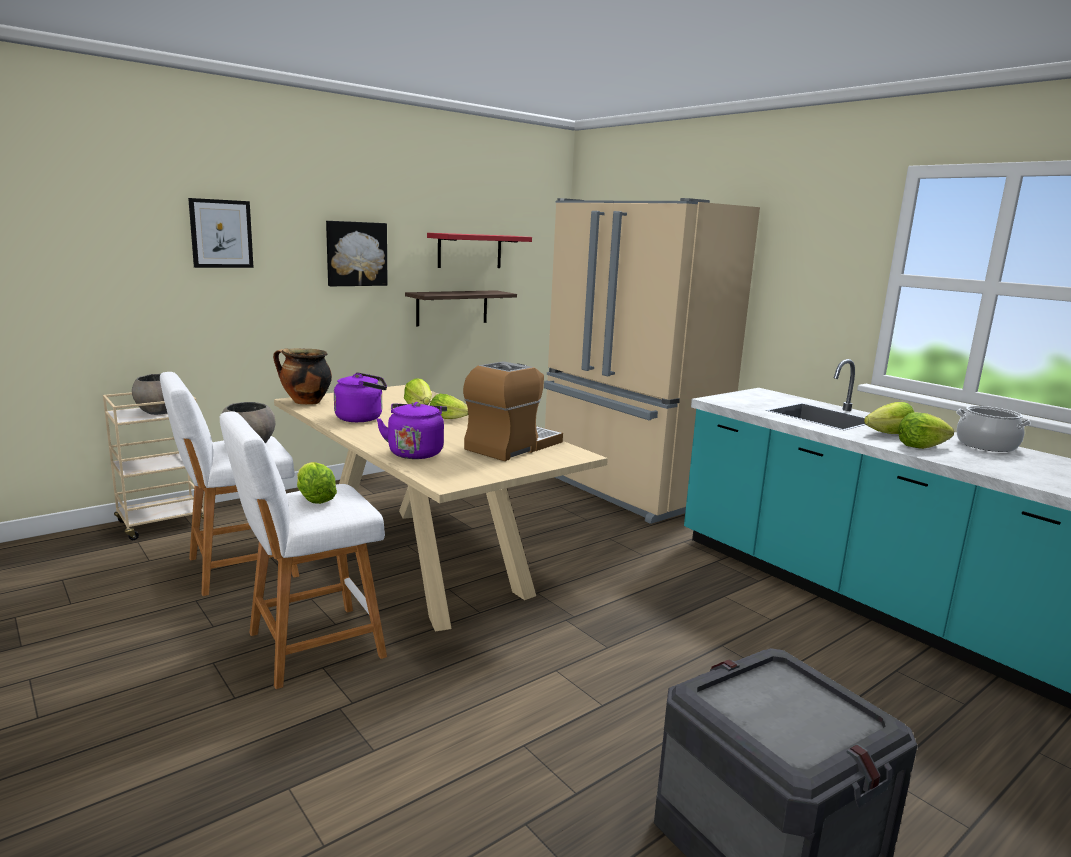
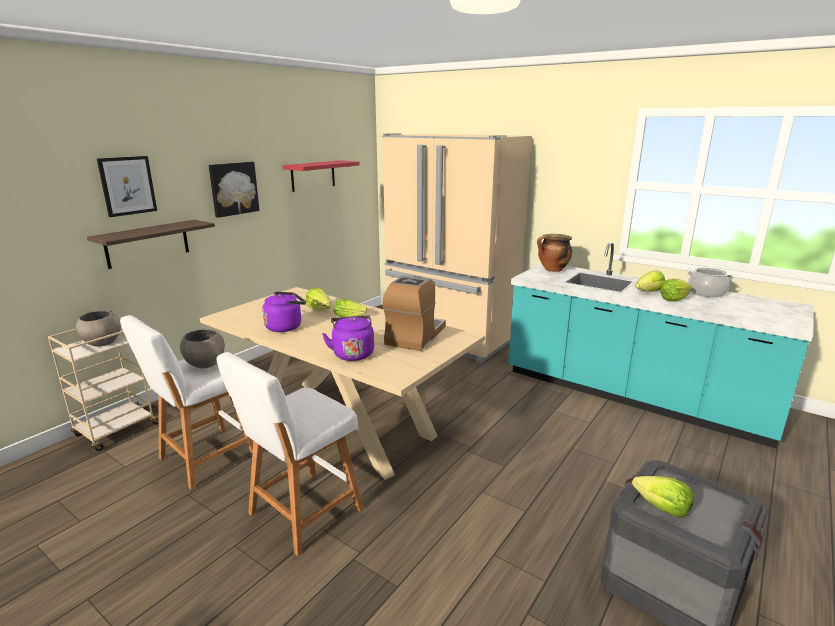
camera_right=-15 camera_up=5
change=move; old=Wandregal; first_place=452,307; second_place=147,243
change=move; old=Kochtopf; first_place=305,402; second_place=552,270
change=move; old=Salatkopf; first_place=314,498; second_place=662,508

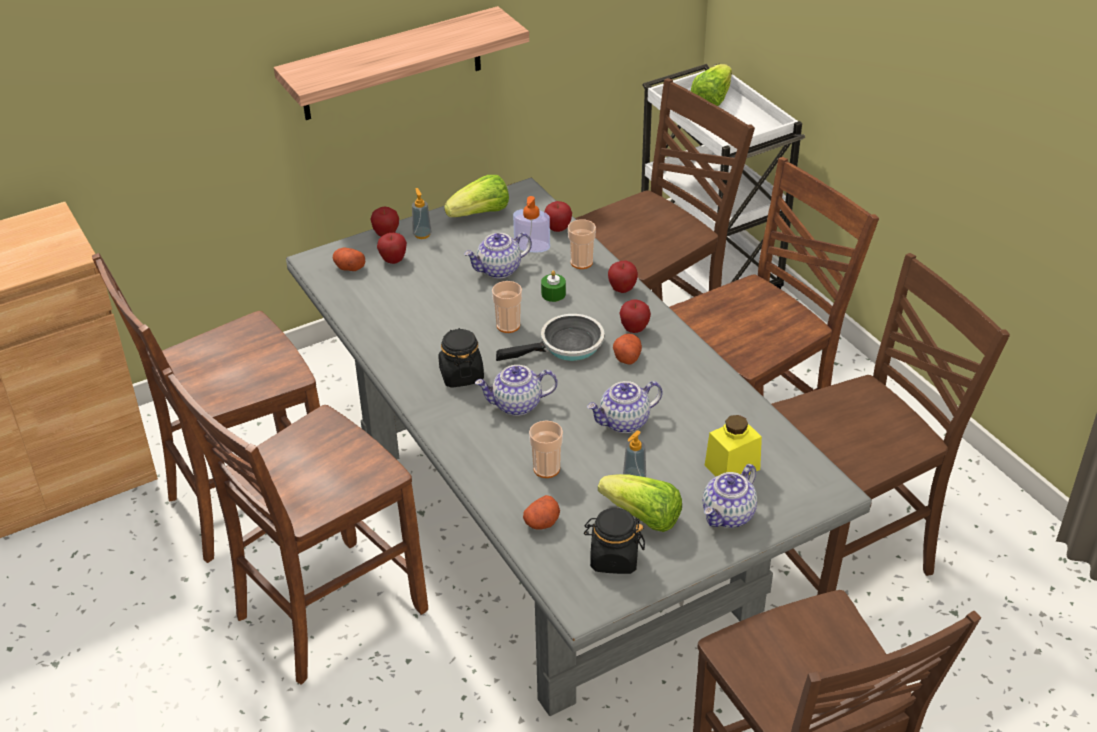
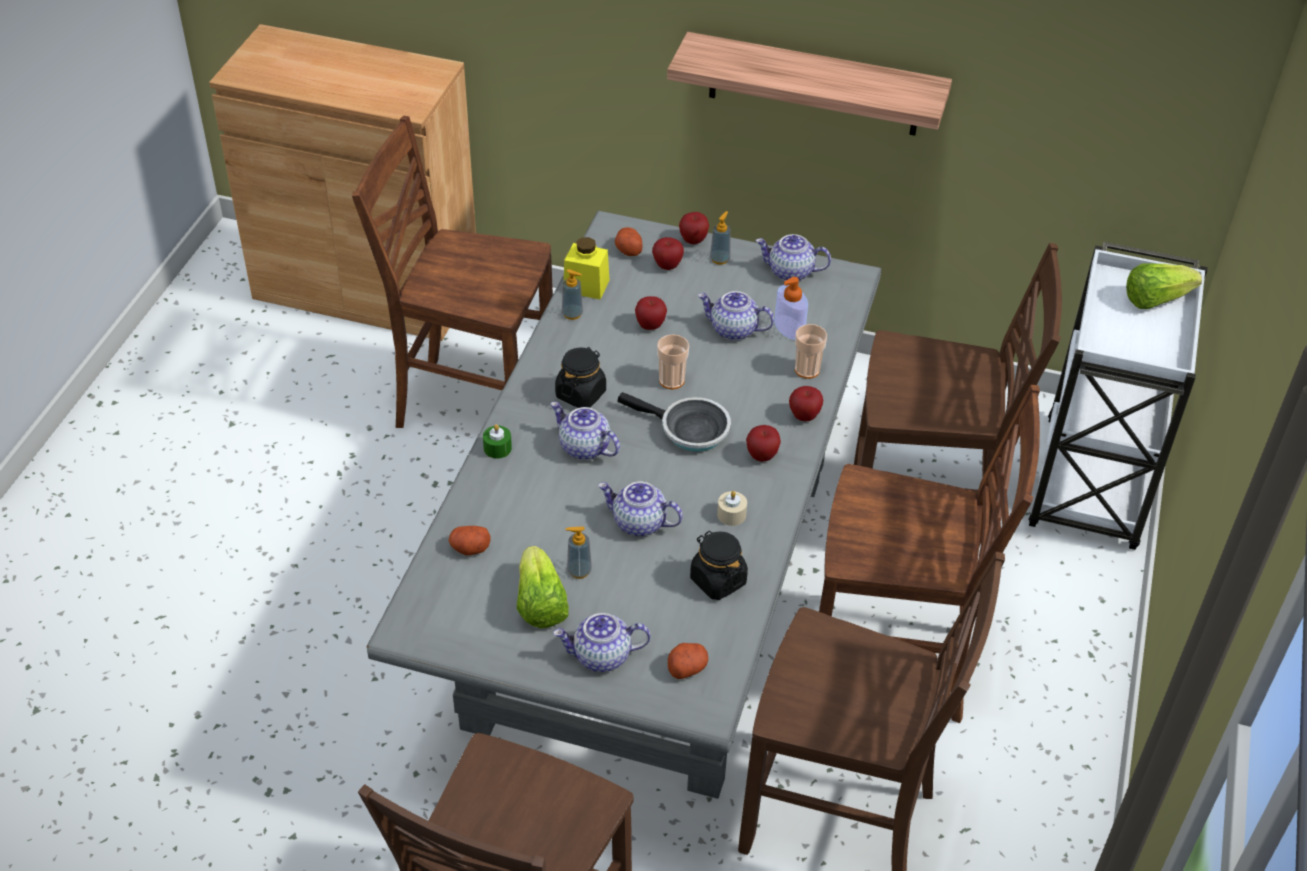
camera_right=45 camera_up=5
change=move; old=Kerze (grün); first_place=553,294; second_place=497,448
change=insert; new=Seifenspender; second_place=572,314
change=move; old=Vorratsglas (gelb); first_place=732,467; second_place=586,286
change=move; old=Apfel; first_place=558,229; second_place=650,326
change=move; old=Kartoffel; first_place=627,356; second_place=687,667
change=move; old=Vorratsglas (schwarz); first_place=613,558; second_place=717,580
change=insert; new=Kerze (beige); second_place=731,514
change=replace; old=Salatkopf; new=Teekanne; first_place=480,214; second_place=790,272
change=delete; old=Stuhl (braun); first_place=325,613
change=delete; old=Tasse; first_place=546,469

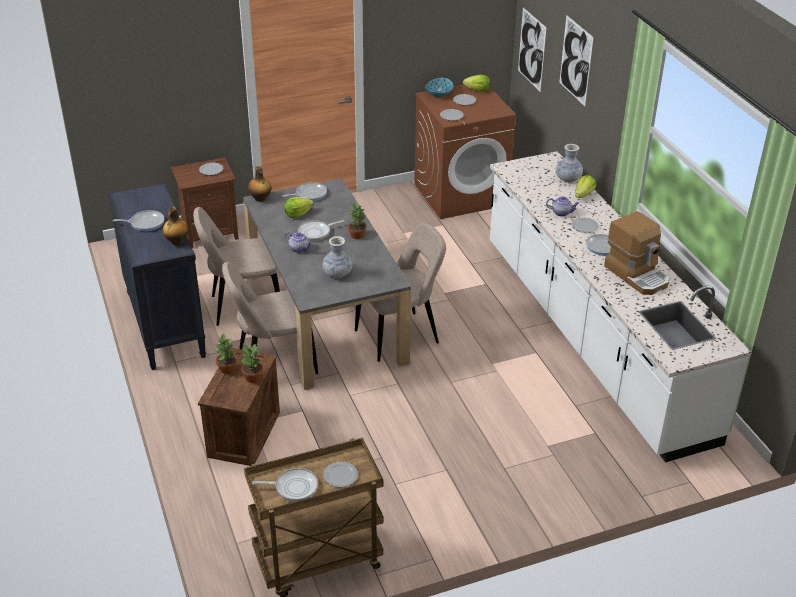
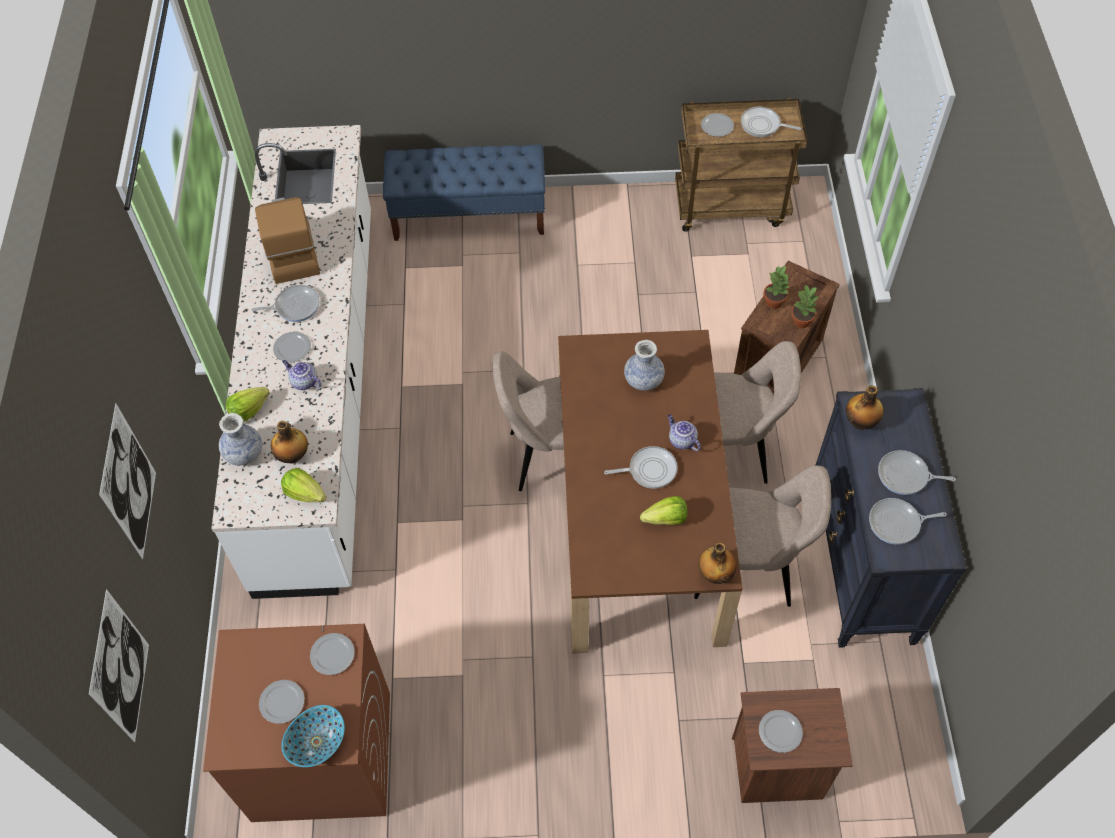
camera_right=-160 camera_up=20
change=insert; new=Flasche; second_place=293,456
change=move; old=Salatkopf; first_place=477,90; second_place=305,493
change=insert; new=Bank (blau); second_place=469,216
change=recolor; old=Esstisch (grau); new=Esstisch (braun); first_place=326,315; second_place=637,520
change=move; old=Pfanne; first_place=309,194; second_place=897,523
change=delete; old=Topfpflanze; first_place=356,235

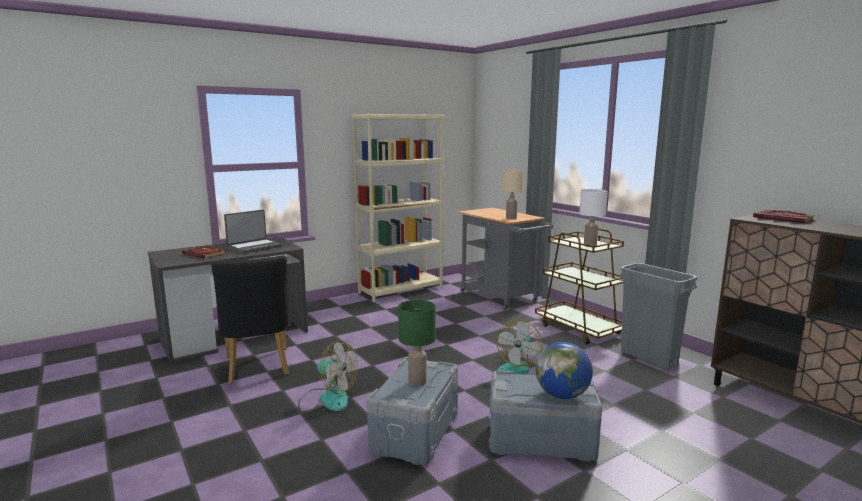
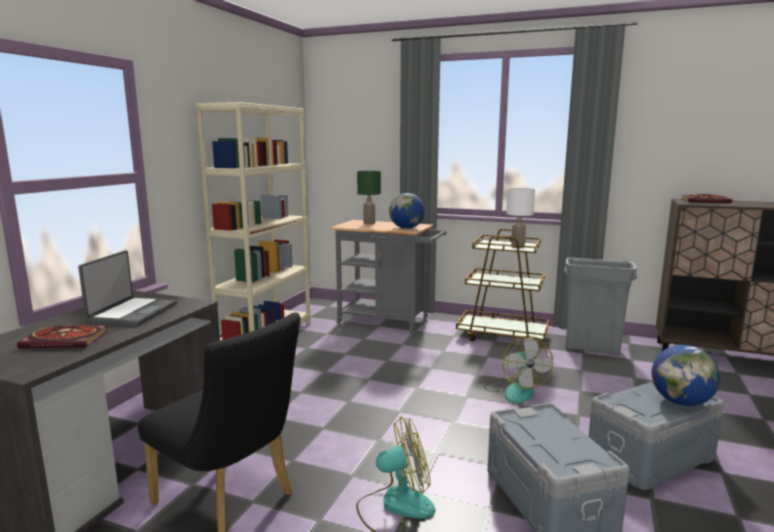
camera_right=-35 camera_up=0
change=move; old=Tischlampe (grün); first_place=416,381; second_place=369,223
change=replace; old=Tischlampe (beige); new=Globus; first_place=511,218; second_place=406,228

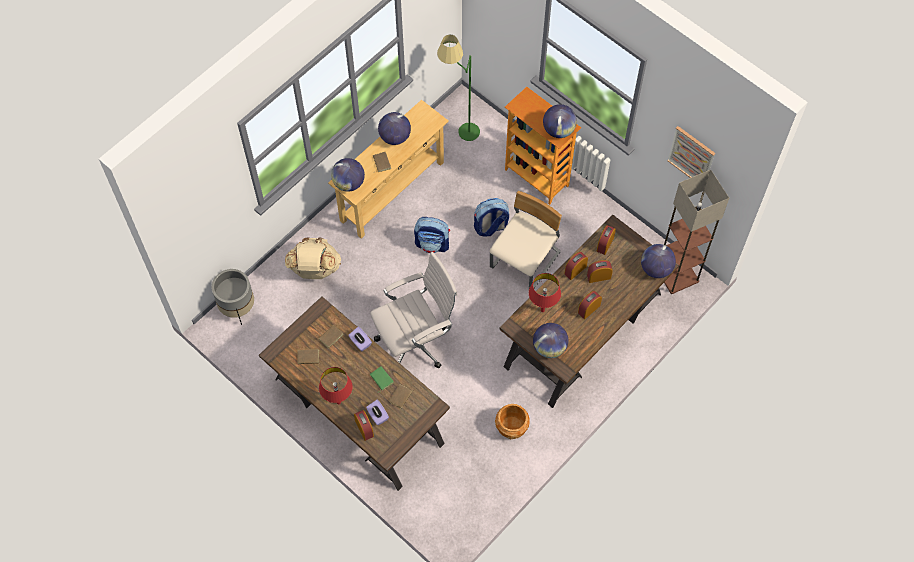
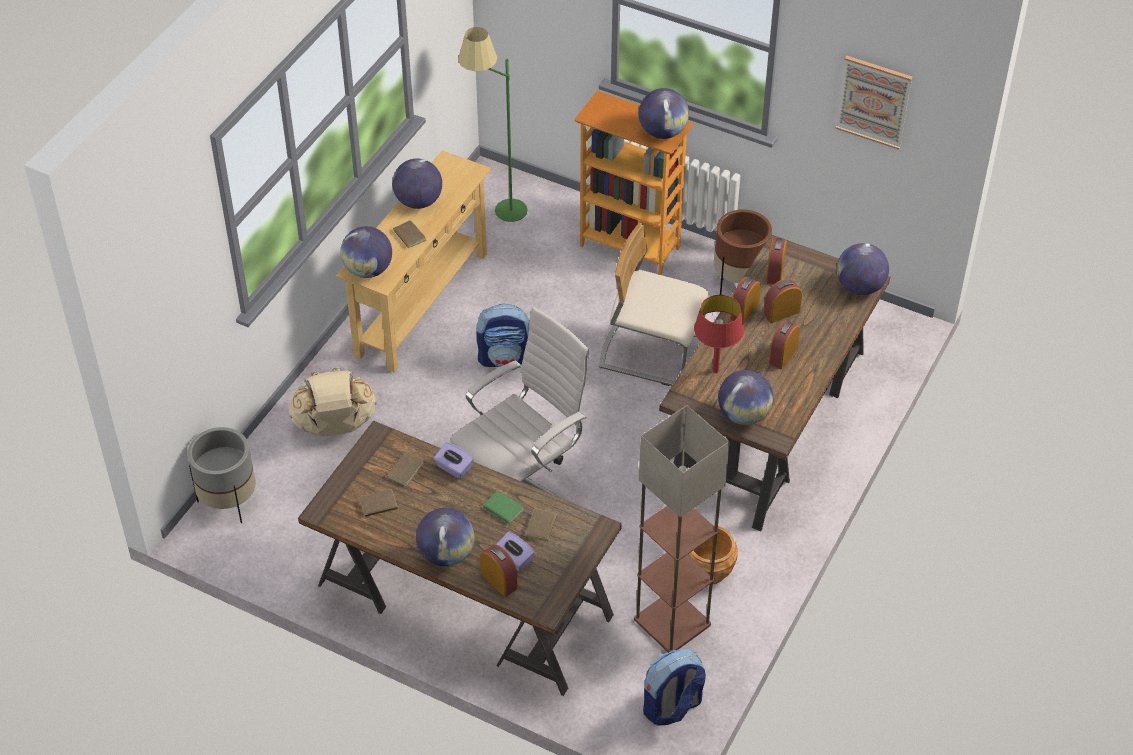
camera_right=-15 camera_up=-15
change=replace; old=Tischlampe (rot); new=Globus; first_place=338,402; second_place=446,554
change=rotate; old=Stuhl (beige); first_place=525,261; second_place=651,351; degrees=-90
change=move; old=Stehlampe; first_place=676,275; second_place=670,622
change=move; old=Rucksack; first_place=490,227; second_place=672,707
change=insert; new=Pflanzkübel (braun); second_place=739,280

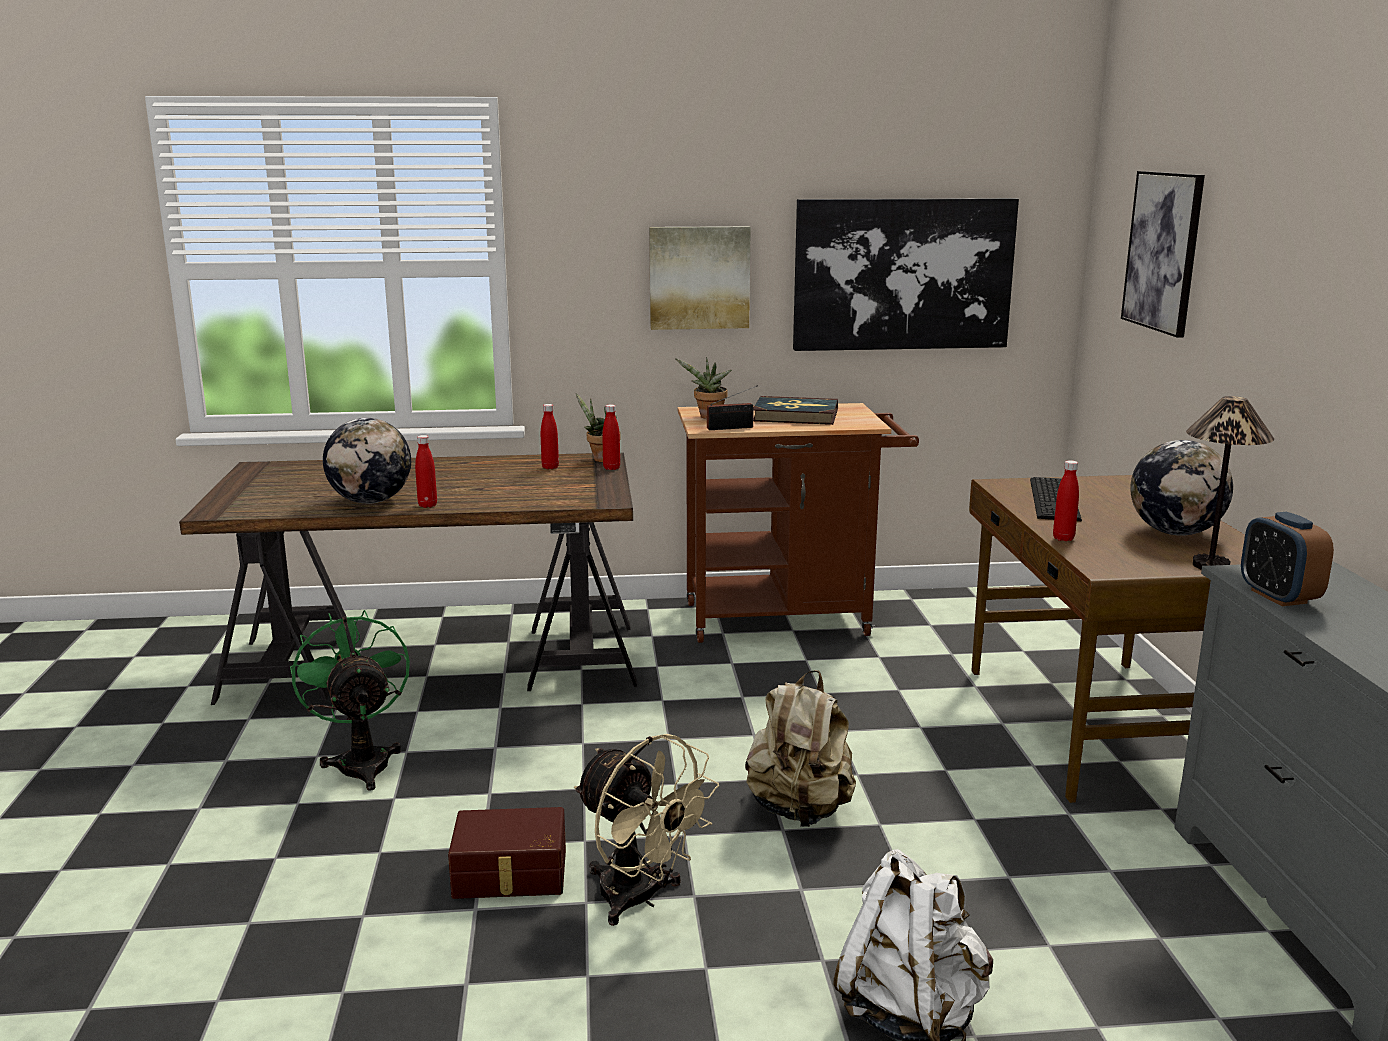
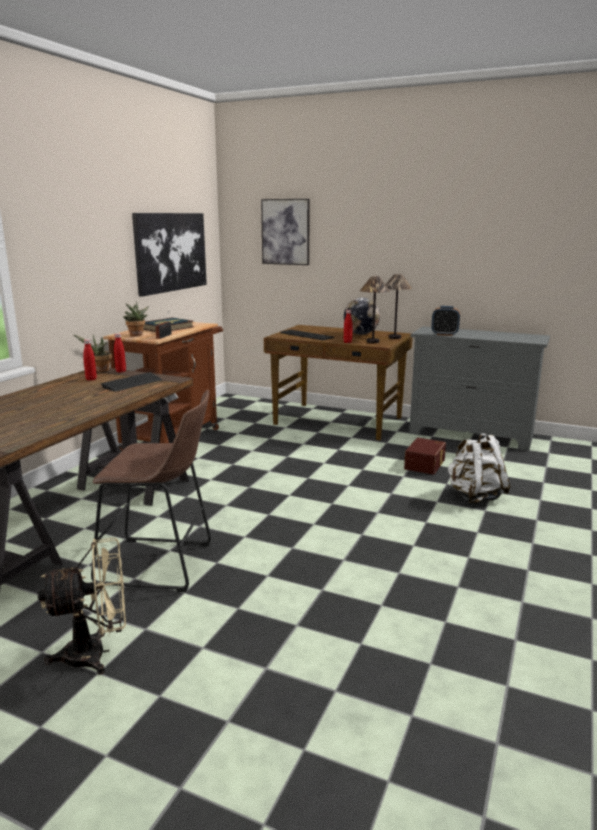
camera_right=-60 camera_up=0
change=move; old=Ventilator (beige); first_place=640,899; second_place=96,653
change=replace; old=Ventilator (grün); new=Hocker (braun); first_place=362,761; second_place=162,565
change=insert; new=Tastatur; second_place=132,383
change=insert; new=Tischlampe; second_place=372,342
change=move; old=Aufbewahrungsbox (braun); first_place=510,875; second_place=425,464
change=delete; old=Globus; first_place=371,501
change=delete; old=Flasche (rot); first_place=427,505
change=delete; old=Bild; first_place=699,277
change=delete; old=Rucksack (beige); first_place=800,810

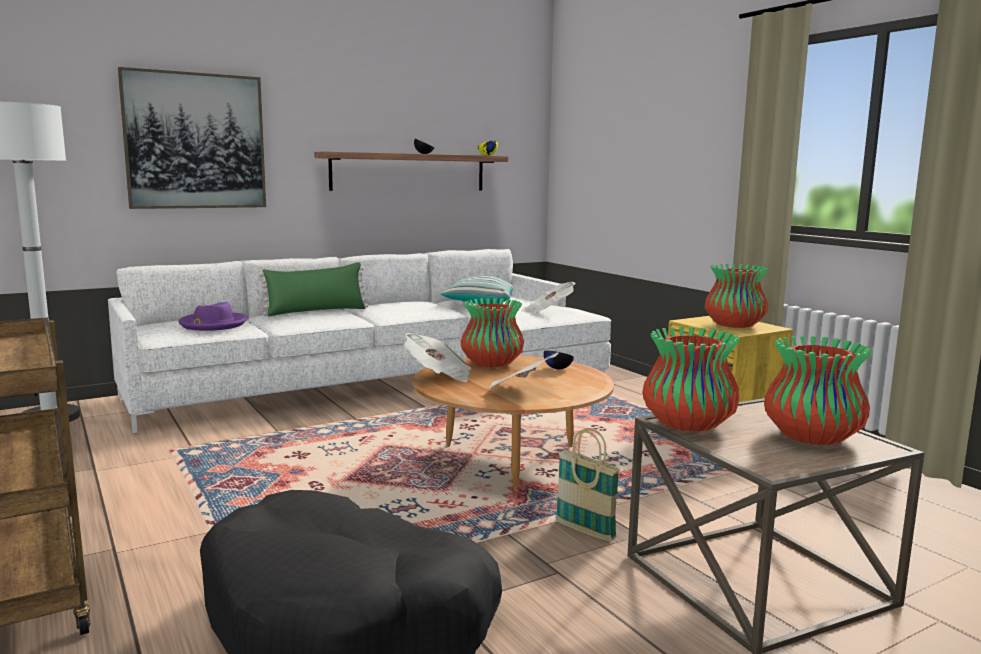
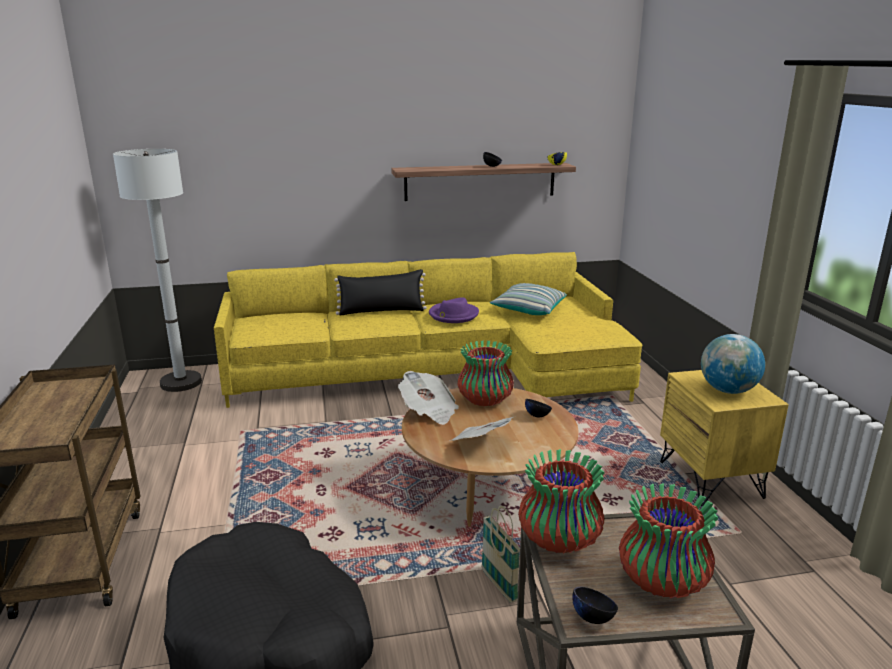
camera_right=20 camera_up=10
change=recolor; old=Sofa (weiß); new=Sofa (gelb); first_place=385,383; second_place=438,374
change=recolor; old=Kissen (grün); new=Kissen (schwarz); first_place=316,311; second_place=381,311
change=move; old=Hut (lila); first_place=213,324; second_place=453,315
change=insert; new=Schüssel (schwarz); second_place=593,617
change=replace; old=Vase; new=Globus; first_place=733,325; second_place=727,390
change=delete; old=Bild; first_place=195,141
change=delete; old=Zeitung; first_place=548,311

